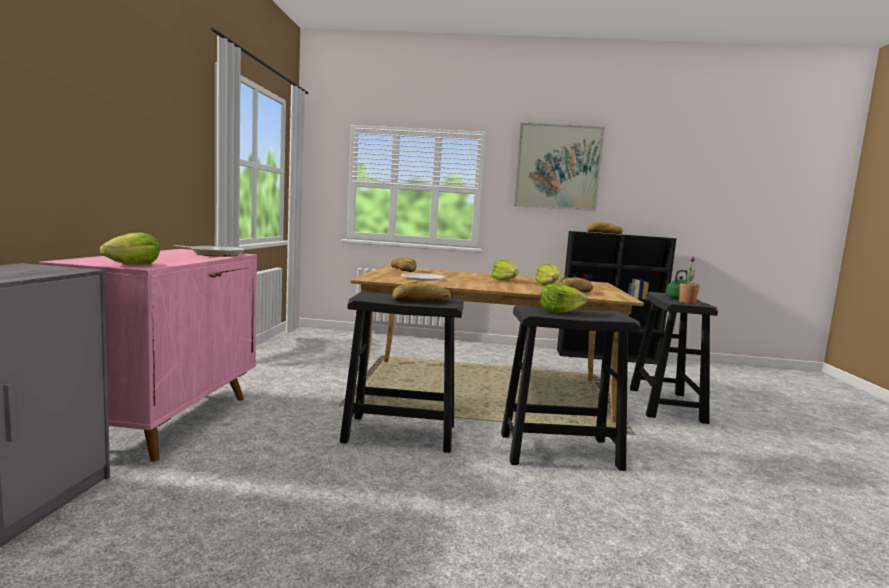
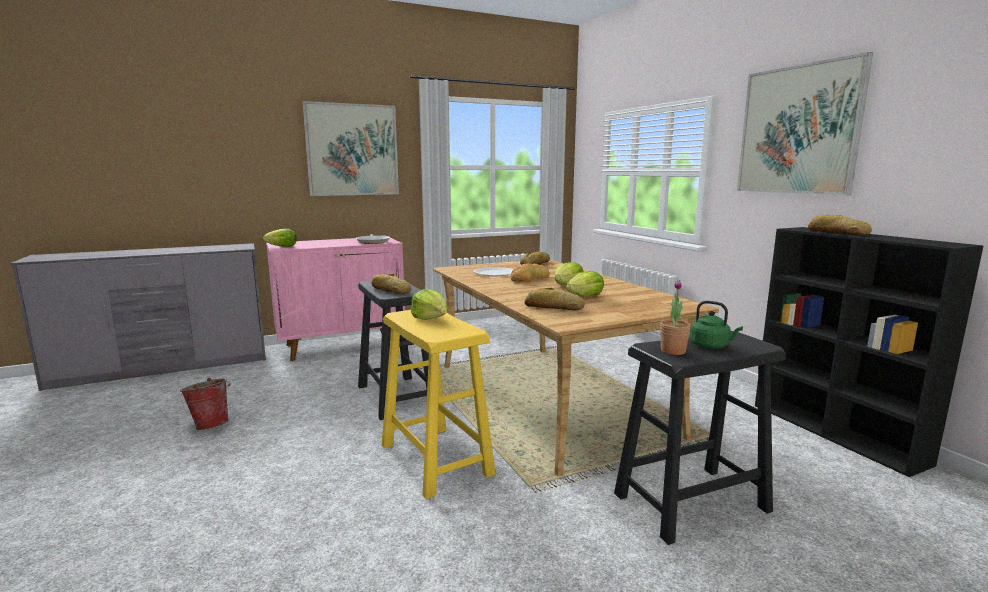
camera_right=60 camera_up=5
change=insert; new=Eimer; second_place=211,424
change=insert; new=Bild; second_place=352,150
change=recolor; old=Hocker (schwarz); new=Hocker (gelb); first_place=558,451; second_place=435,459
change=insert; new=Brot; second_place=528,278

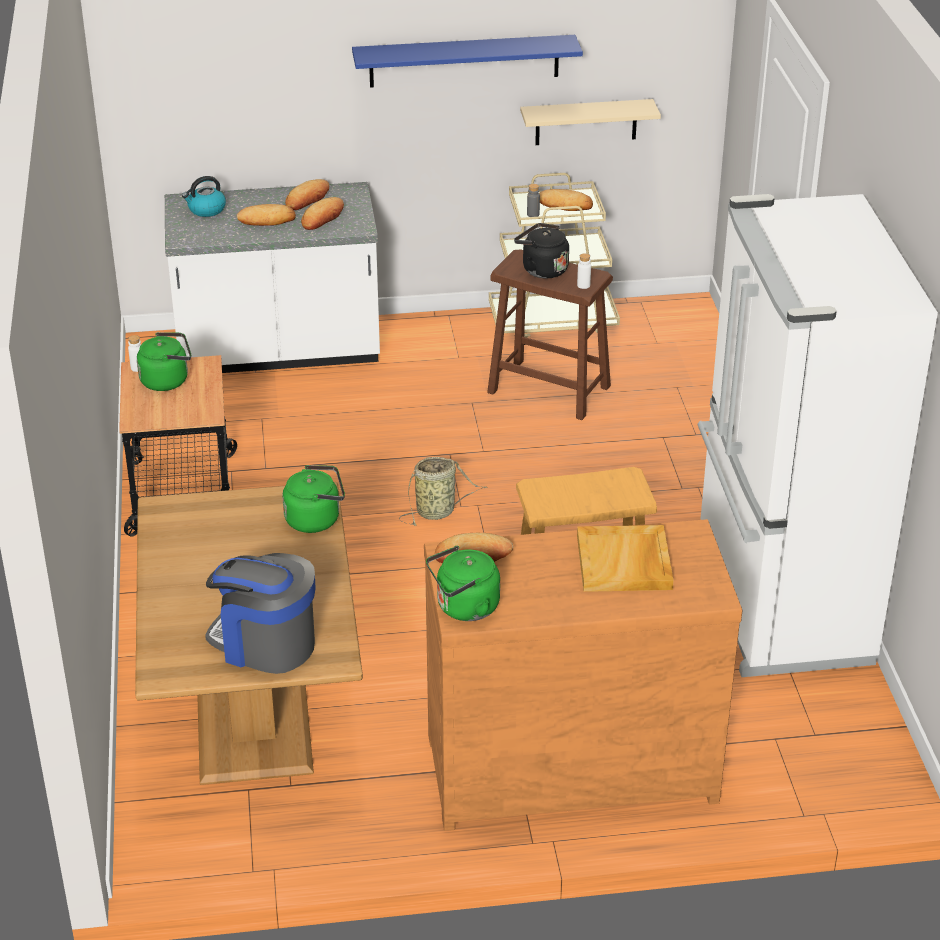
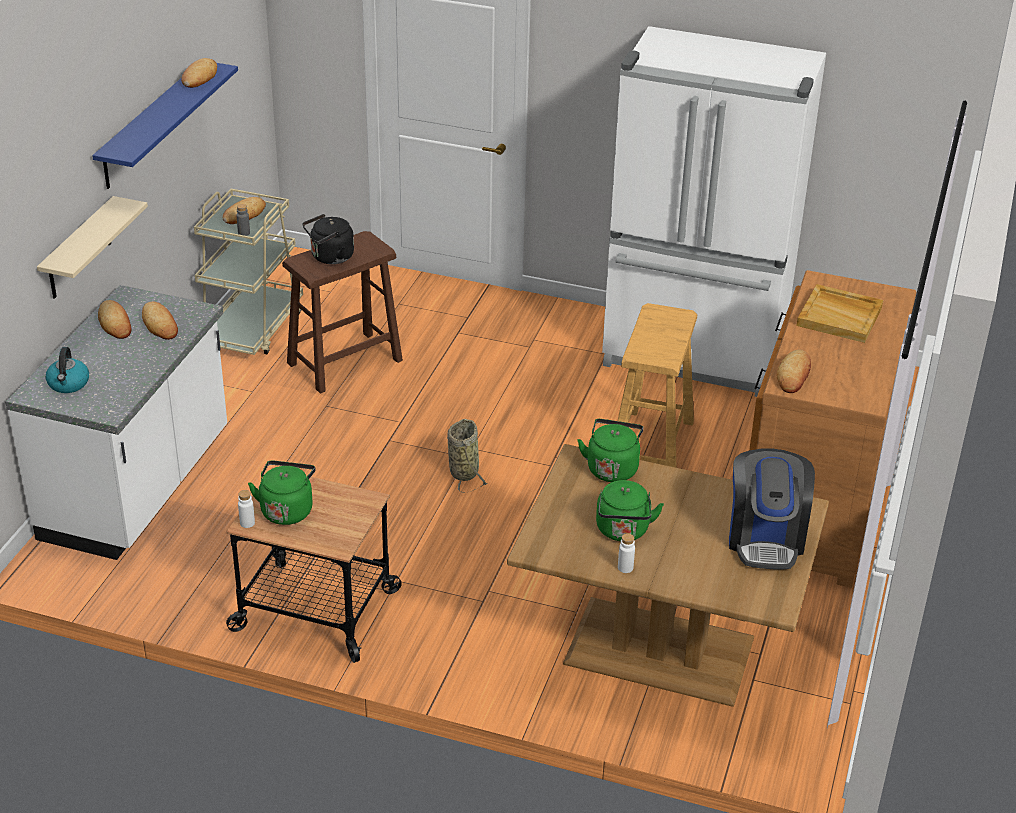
camera_right=-65 camera_up=0
change=move; old=Wandregal (beige); first_place=586,122; second_place=79,250
change=move; old=Brot; first_place=267,219; second_place=199,77
change=move; old=Wasserkessel (grün); first_place=464,608; second_place=623,531
change=move; old=Flasche (weiß); first_place=583,285; second_place=625,568
change=rotate; old=Kaffeemaschine; first_place=265,643; second_place=765,538; degrees=-45

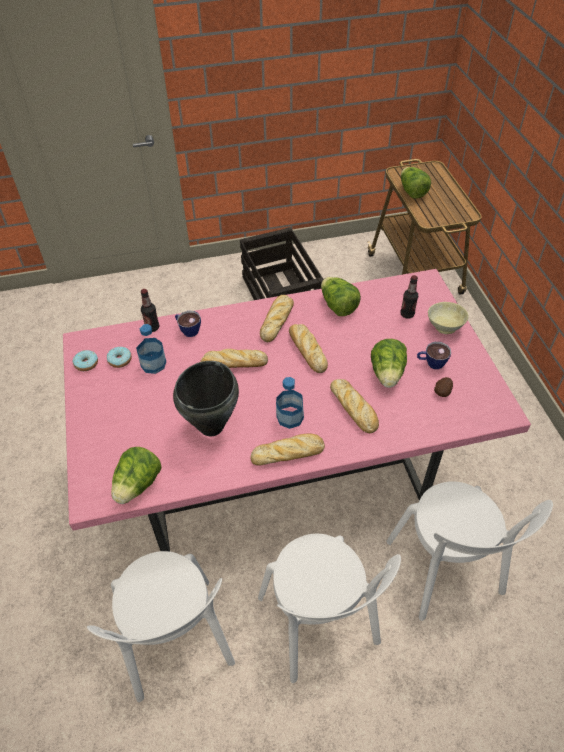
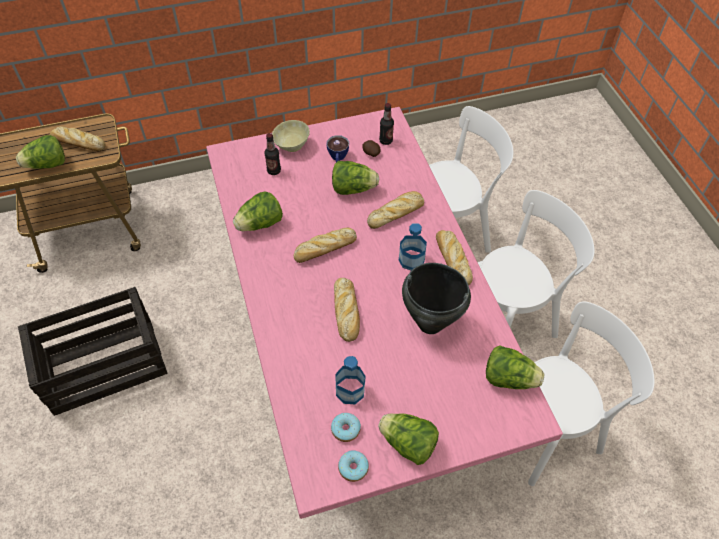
camera_right=-95 camera_up=5
change=move; old=Brot; first_place=277,320; second_place=77,143
change=insert; new=Salatkopf; second_place=407,444
change=move; old=Flasche; first_place=152,327; second_place=386,141
change=delete; old=Tasse; first_place=188,330

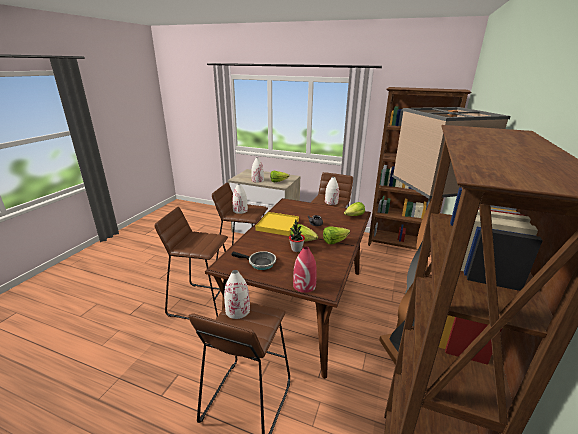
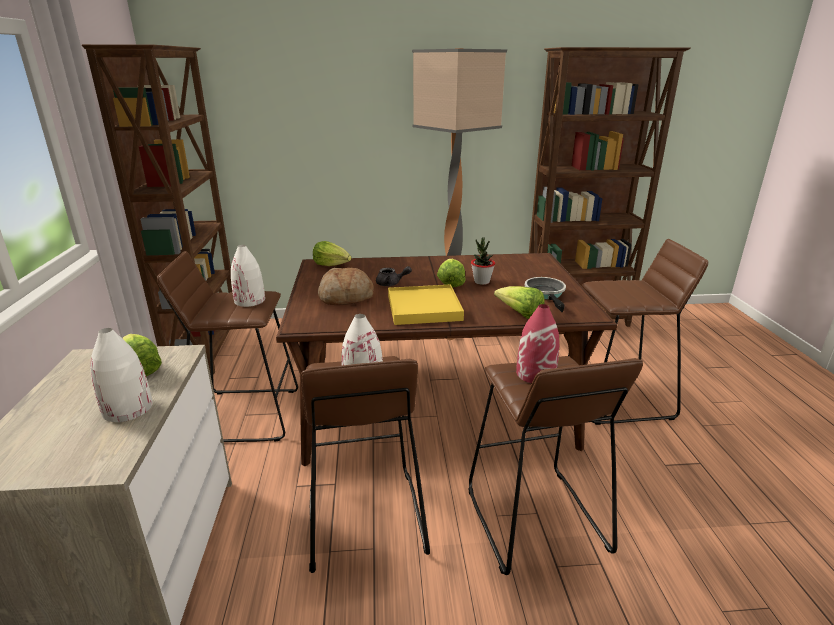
camera_right=-115 camera_up=0
change=insert; new=Brot; second_place=345,297
change=move; old=Salatkopf; first_place=334,241; second_place=520,314
change=move; old=Vase (rot); first_place=304,285; second_place=536,374
change=delete; old=Vase (weiß); first_place=238,310

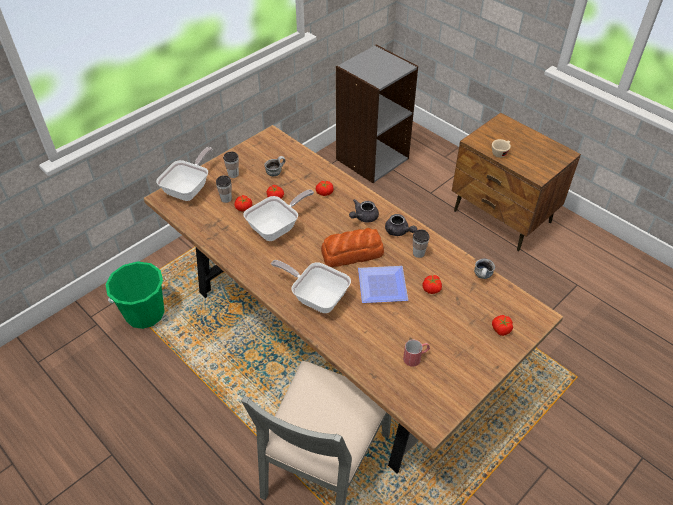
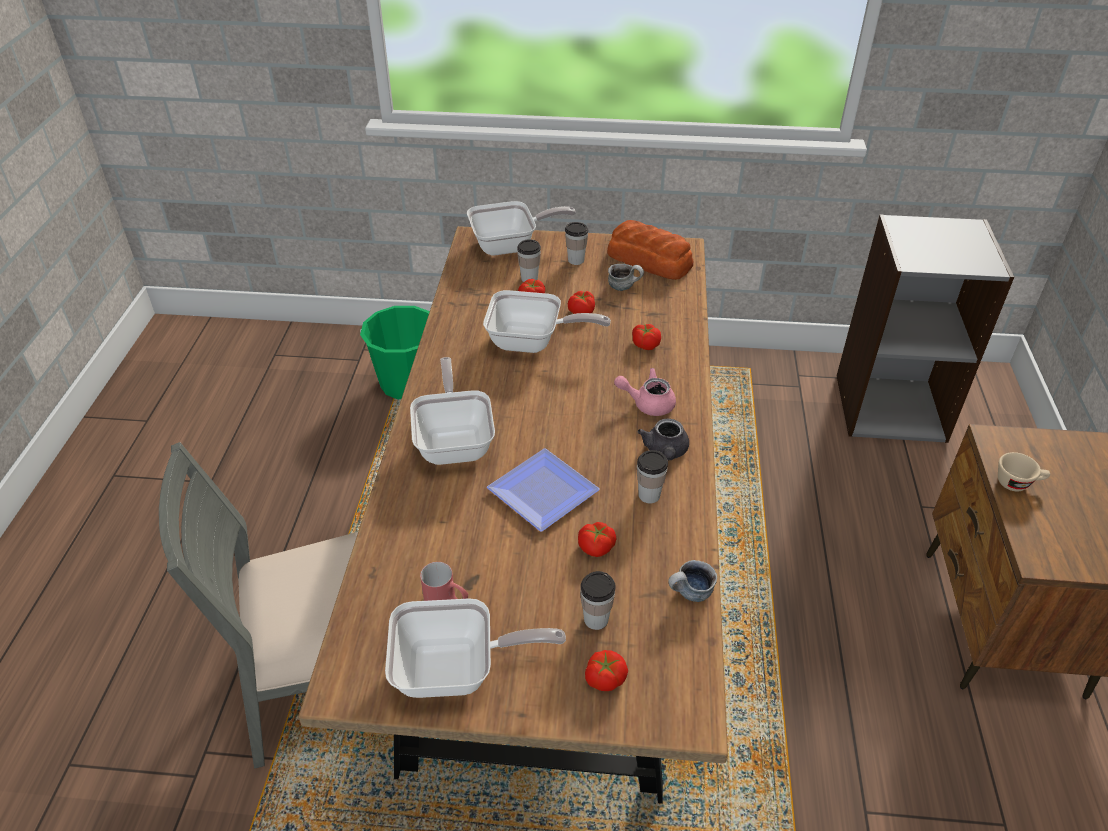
camera_right=50 camera_up=-5
change=insert; new=Pfanne; second_place=456,671
change=insert; new=Tasse; second_place=596,619
change=move; old=Brot; first_place=353,253; second_place=650,261
change=recolor; old=Teekanne (grau); new=Teekanne (rosa); first_place=363,217; second_place=647,403

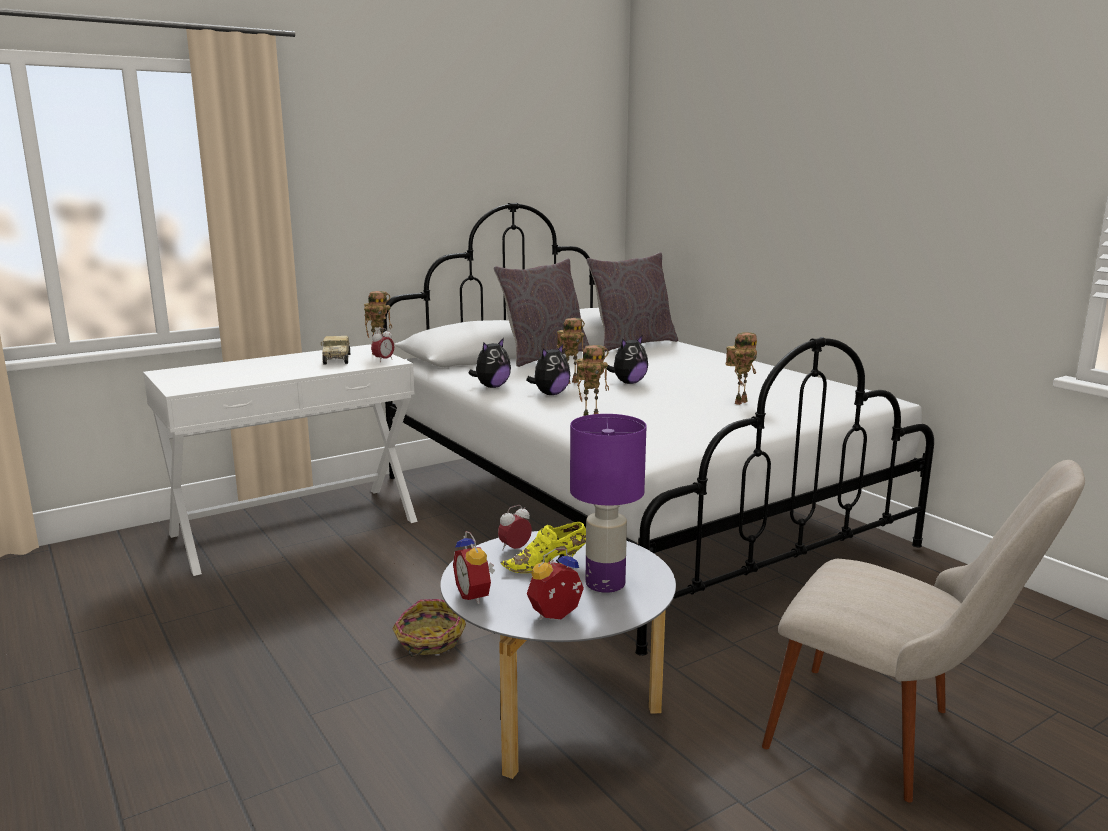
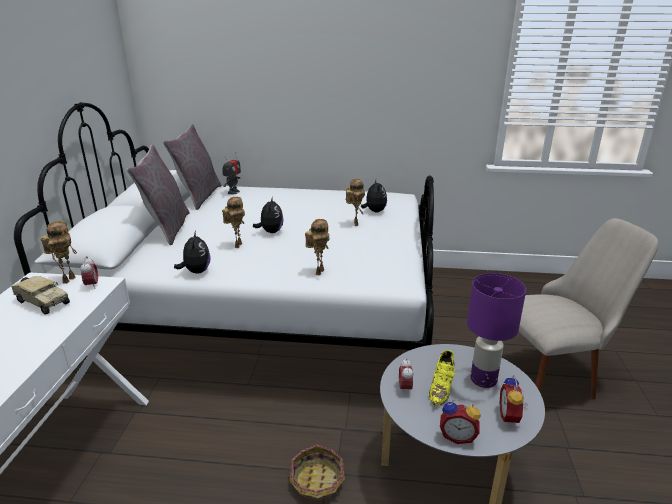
camera_right=-50 camera_up=10
change=insert; new=Spielzeugroboter; second_place=233,192
change=move; old=Plüschtier; first_place=550,394; second_place=374,211

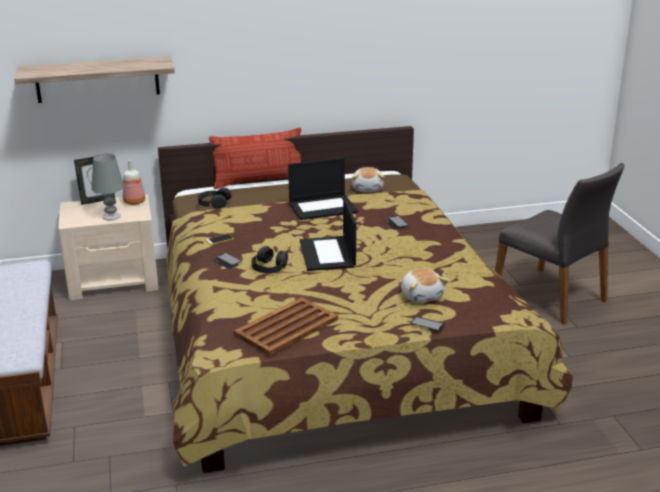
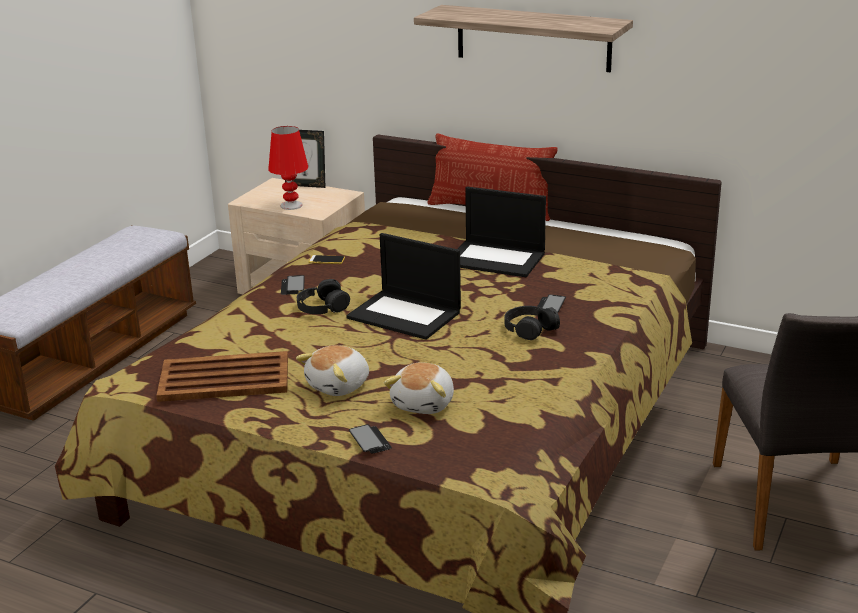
camera_right=40 camera_up=0
change=recolor; old=Tischlampe (grau); new=Tischlampe (rot); first_place=111,216; second_place=291,205
change=move; old=Plüschtier; first_place=368,188; second_place=339,386
change=rotate; old=Laptop; first_place=328,254; second_place=406,315; degrees=-90
change=move; old=Wandregal; first_place=97,79; second_place=533,38
change=move; old=Kopfhörer (schwarz); first_place=214,203; second_place=530,328
change=delete; old=Flasche; first_place=134,202

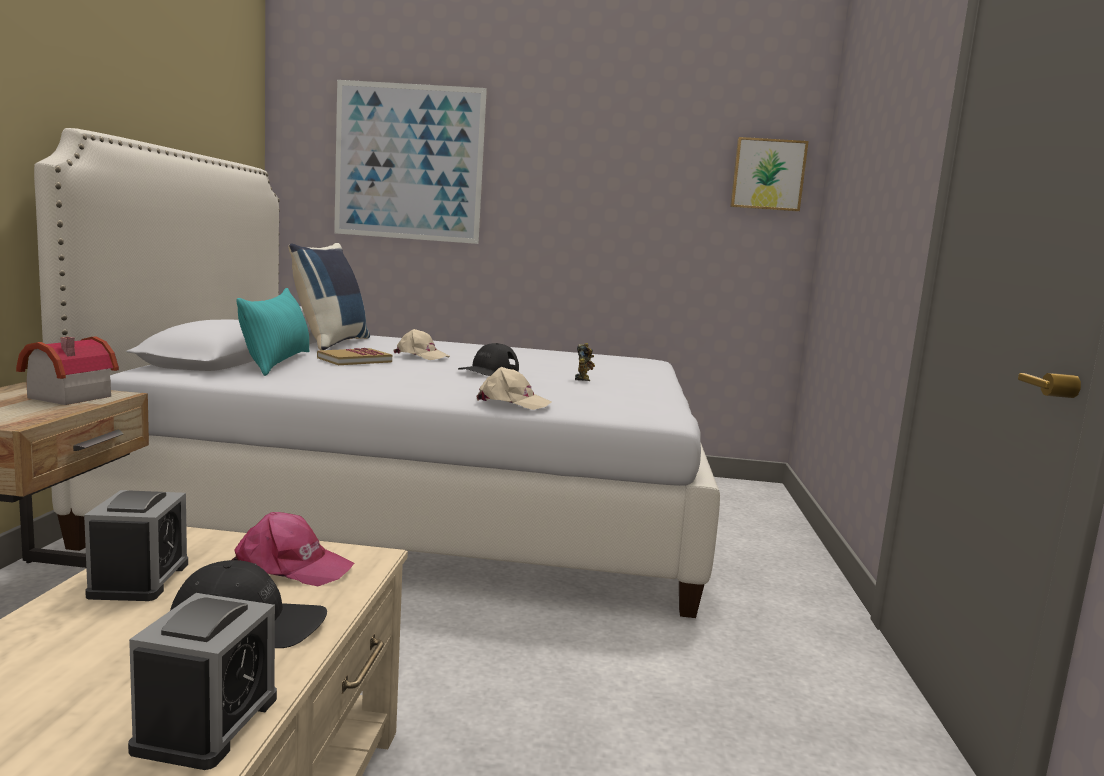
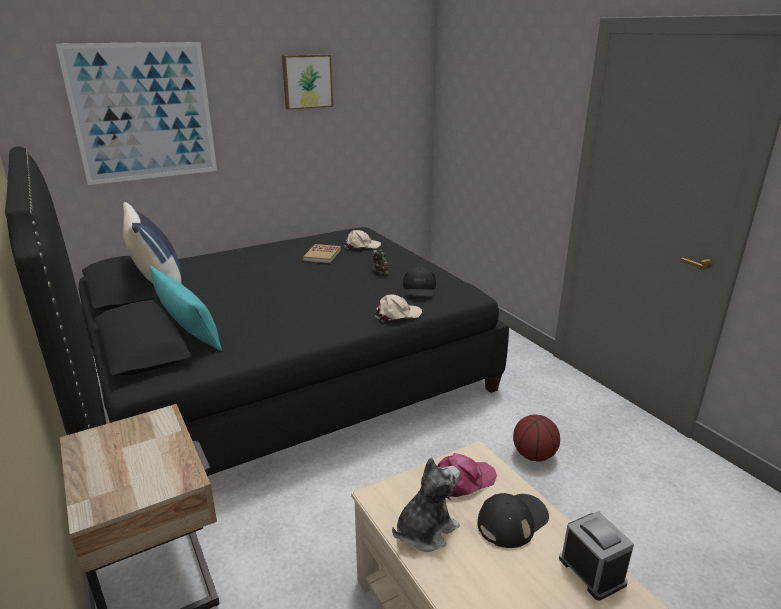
camera_right=-35 camera_up=15
change=recolor; old=Bett (weiß); new=Bett (schwarz); first_place=424,507; second_place=279,380
change=move; old=Bild; first_place=768,174; second_place=307,81
change=move; old=Buch; first_place=354,360; second_place=322,255
change=move; old=Kappe (beige); first_place=421,356; second_place=361,246
change=replace; old=Wecker; new=Plüschtier; first_place=139,579; second_place=425,530
change=move; old=Kappe (schwarz); first_place=489,370; second_place=419,288
change=insert; new=Basketball; second_place=534,455
change=delete; old=Spielzeughaus; first_place=64,397

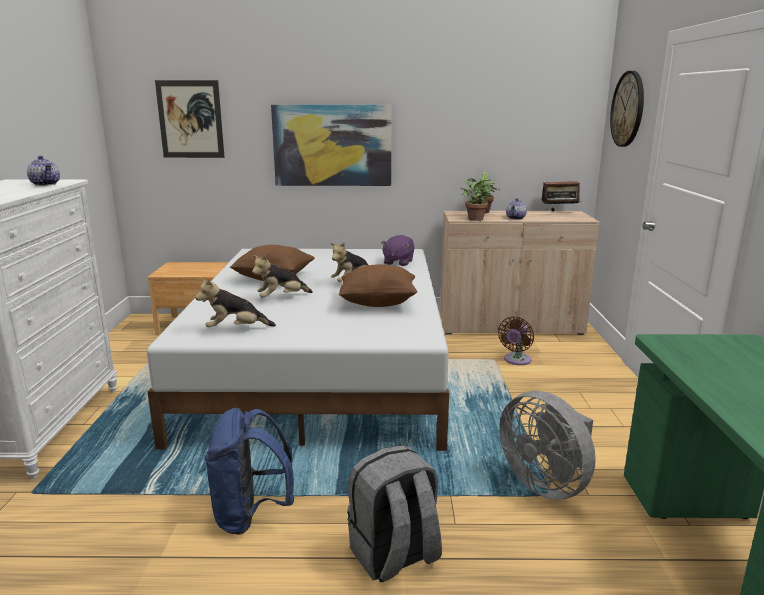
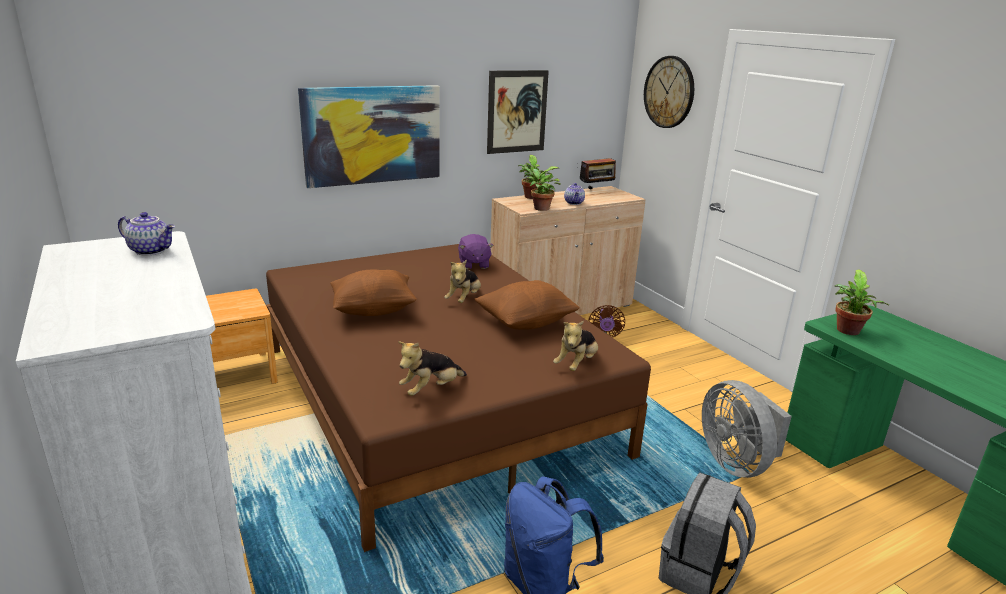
camera_right=-30 camera_up=5
change=recolor; old=Bett (weiß); new=Bett (braun); first_place=322,367; second_place=435,398
change=move; old=Bild; first_place=190,119; second_place=517,112
change=move; old=Plüschtier; first_place=281,298; second_place=576,364
change=rotate; old=Ventilator (grau); first_place=546,483; second_place=736,463; degrees=45
change=insert; new=Topfpflanze; second_place=848,332

